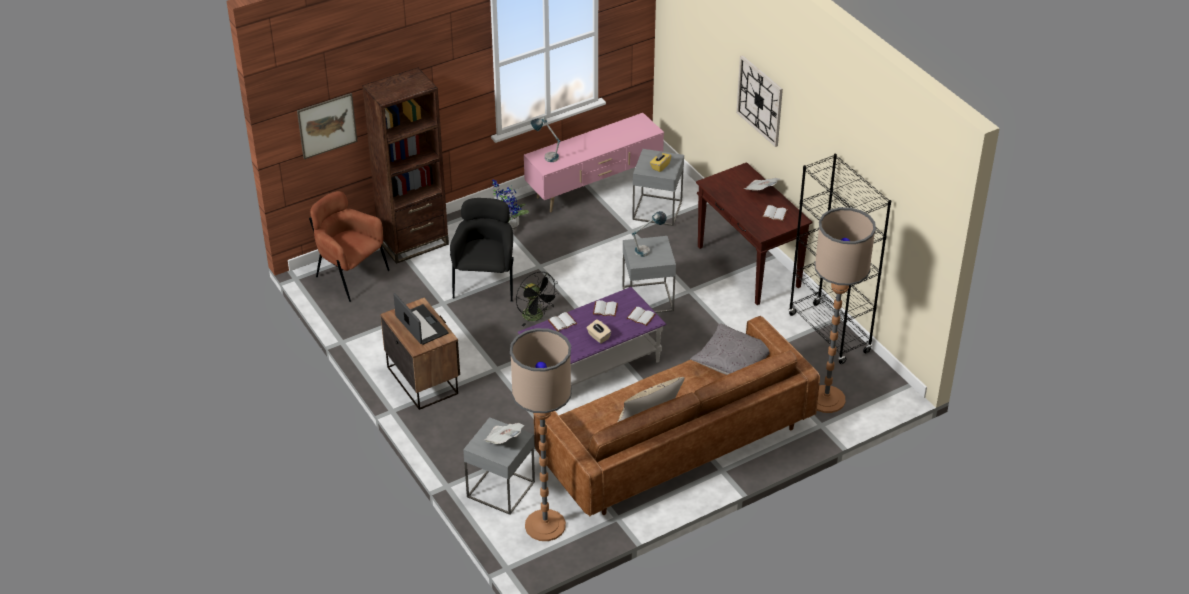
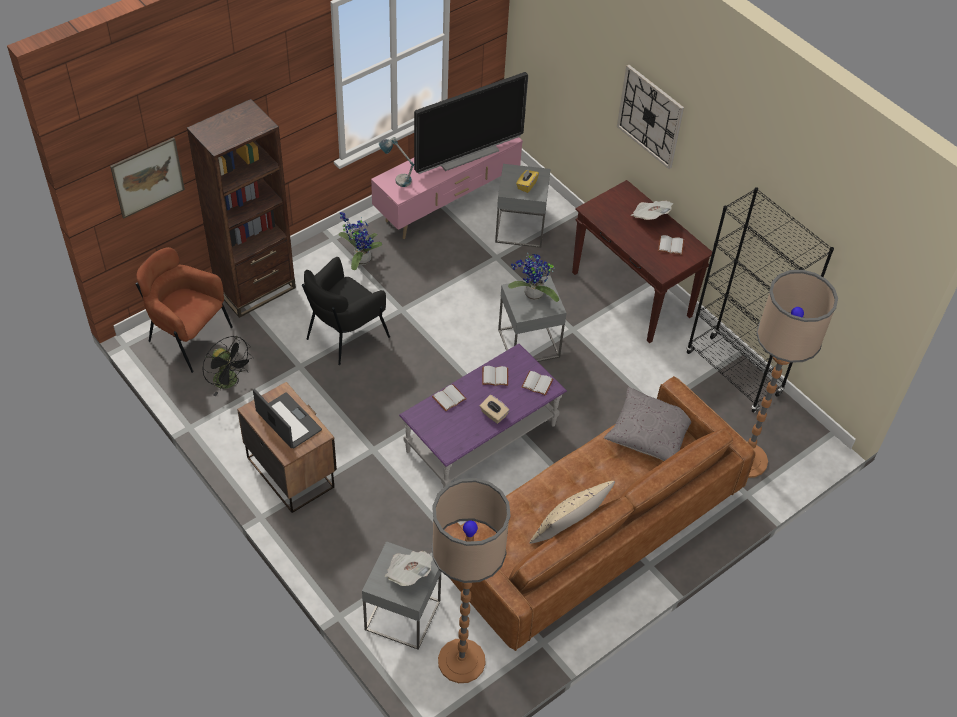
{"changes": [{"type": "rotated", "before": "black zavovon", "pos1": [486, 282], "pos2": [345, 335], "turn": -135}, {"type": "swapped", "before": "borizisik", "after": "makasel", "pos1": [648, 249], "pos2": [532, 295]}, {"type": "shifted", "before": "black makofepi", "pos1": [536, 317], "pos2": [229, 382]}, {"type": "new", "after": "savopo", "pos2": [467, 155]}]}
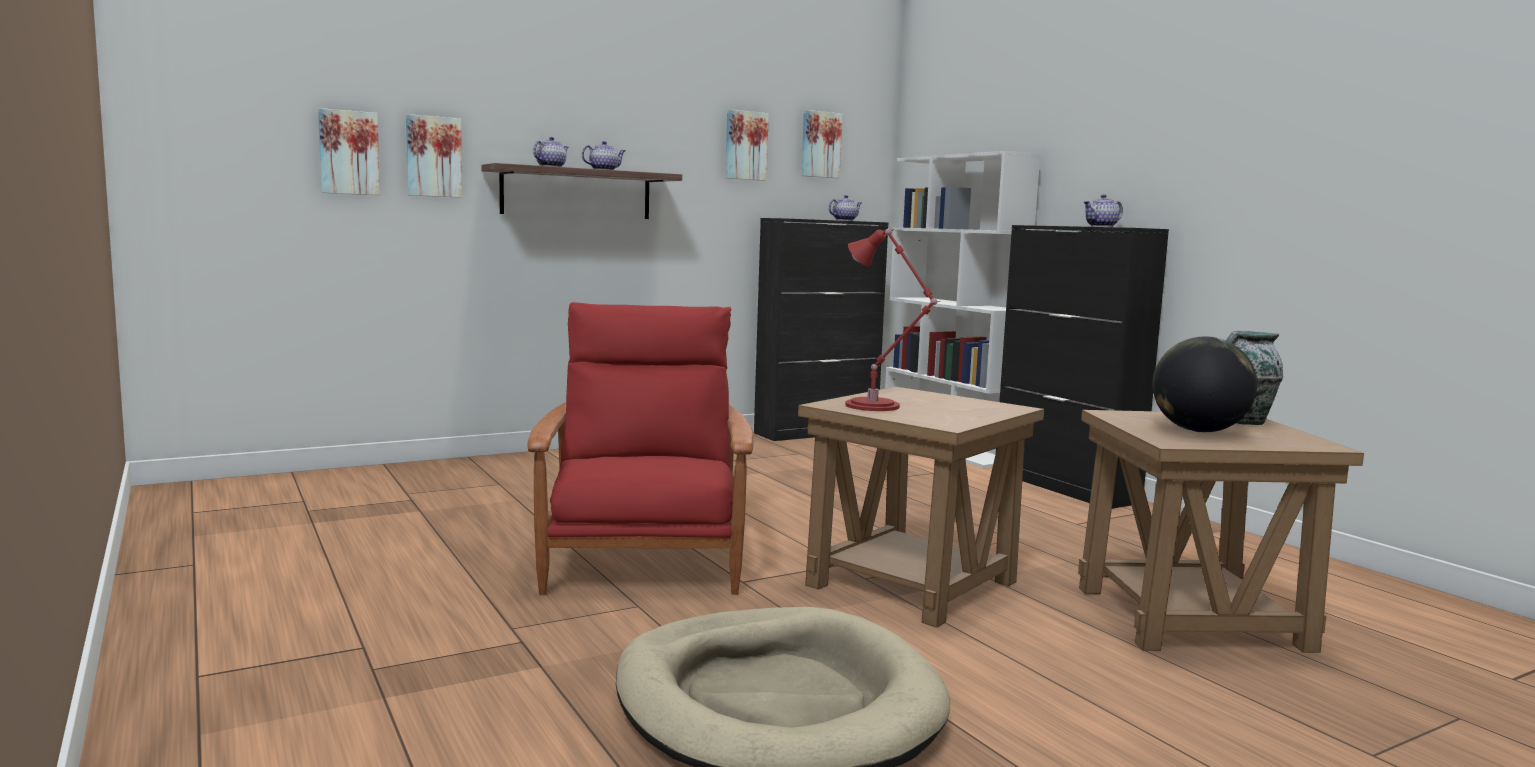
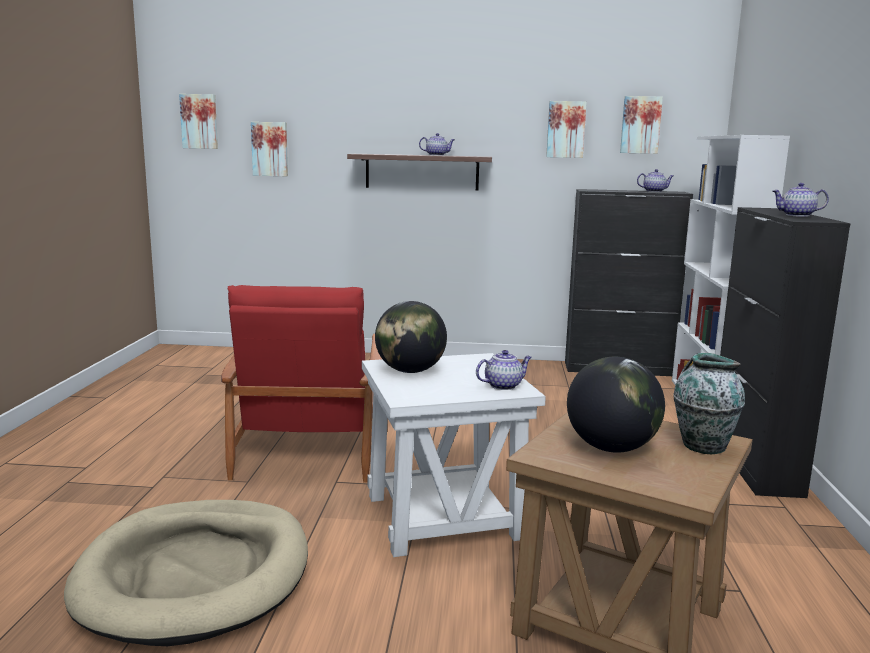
{"changes": [{"type": "shifted", "before": "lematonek", "pos1": [433, 156], "pos2": [199, 121]}, {"type": "shifted", "before": "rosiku", "pos1": [551, 167], "pos2": [503, 385]}, {"type": "swapped", "before": "red borizisik", "after": "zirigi", "pos1": [876, 406], "pos2": [410, 371]}, {"type": "rotated", "before": "red zavovon", "pos1": [643, 558], "pos2": [311, 448], "turn": 150}, {"type": "repainted", "before": "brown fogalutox", "after": "white fogalutox", "pos1": [911, 583], "pos2": [444, 516]}]}
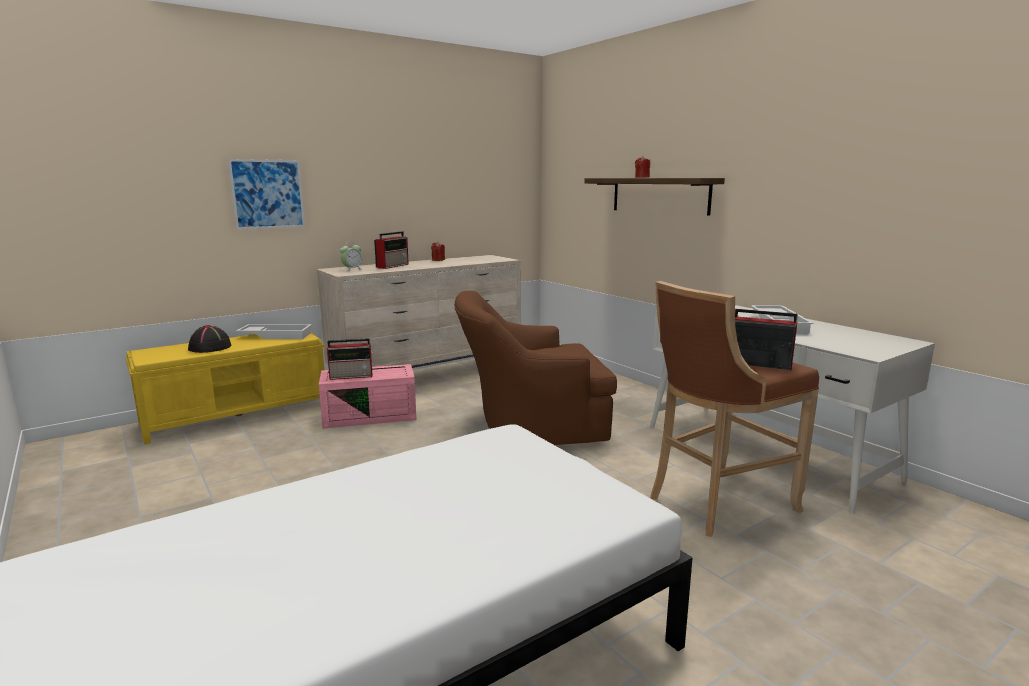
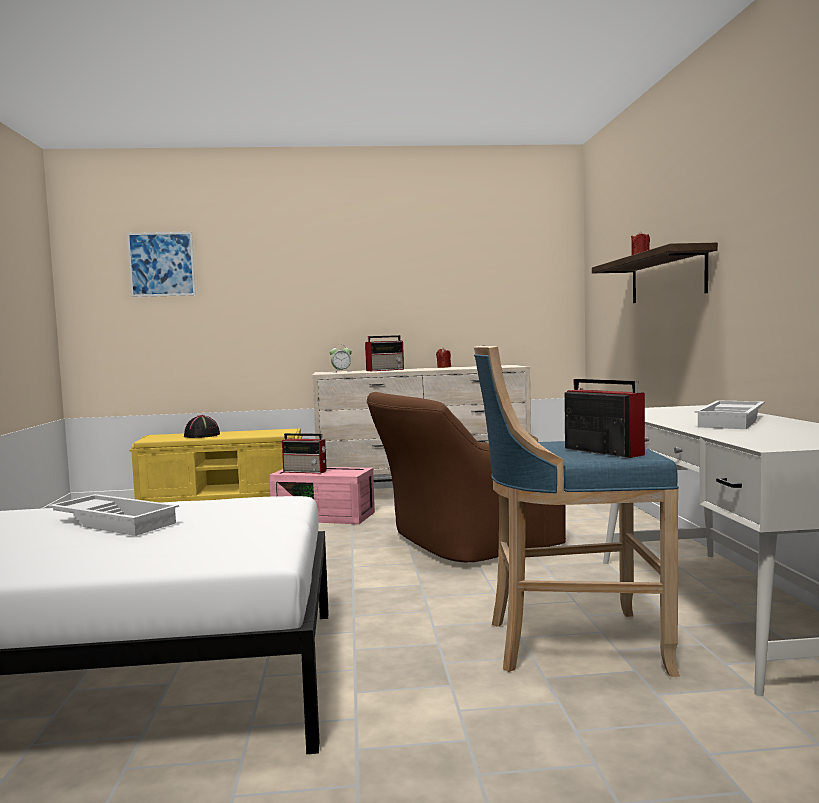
{"changes": [{"type": "shifted", "before": "lematonek", "pos1": [267, 194], "pos2": [161, 264]}, {"type": "repainted", "before": "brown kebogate", "after": "blue kebogate", "pos1": [716, 503], "pos2": [568, 644]}, {"type": "rotated", "before": "brown zavovon", "pos1": [529, 425], "pos2": [461, 543], "turn": -45}, {"type": "shifted", "before": "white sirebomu", "pos1": [276, 335], "pos2": [116, 522]}]}
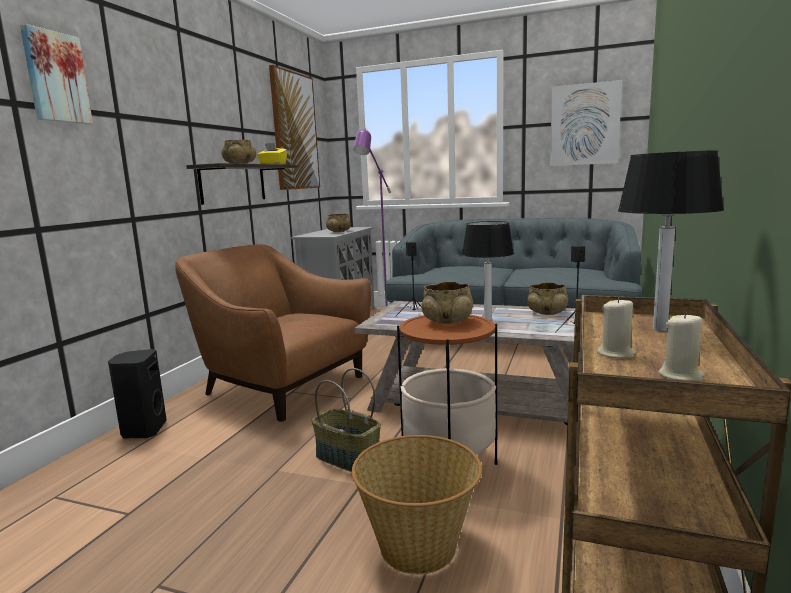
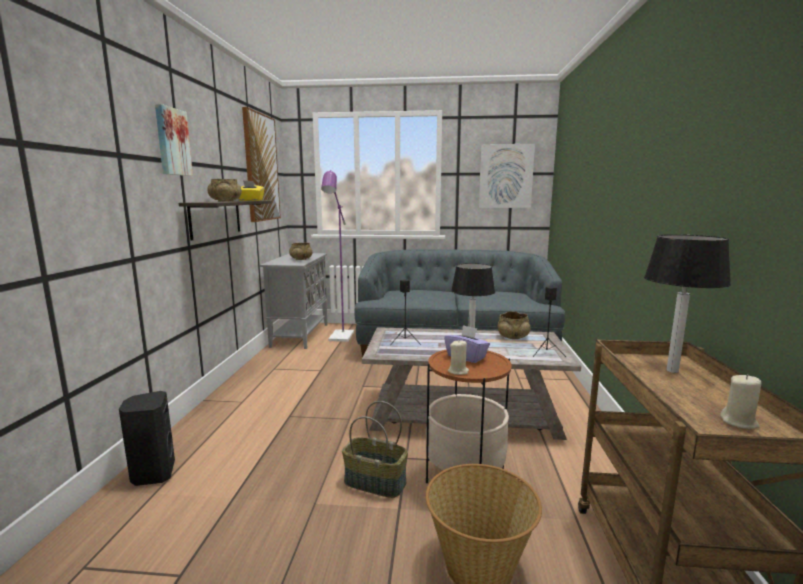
{"changes": [{"type": "shifted", "before": "lematonek", "pos1": [55, 77], "pos2": [172, 142]}, {"type": "gone", "before": "brown zavovon", "pos1": [282, 387]}, {"type": "swapped", "before": "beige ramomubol", "after": "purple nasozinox", "pos1": [447, 321], "pos2": [466, 357]}, {"type": "shifted", "before": "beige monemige", "pos1": [616, 354], "pos2": [458, 371]}]}
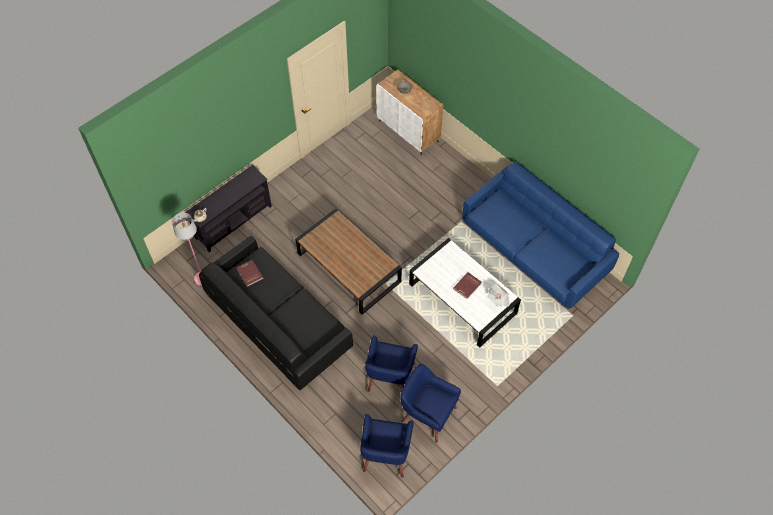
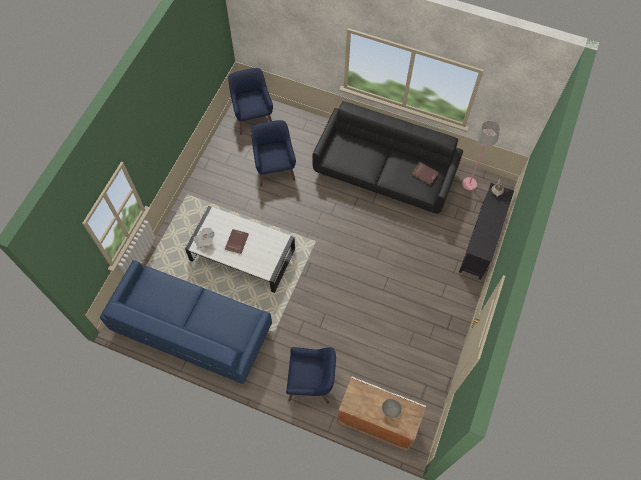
{"changes": [{"type": "gone", "before": "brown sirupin", "pos1": [348, 267]}, {"type": "shifted", "before": "blue zavovon", "pos1": [427, 414], "pos2": [311, 382]}]}
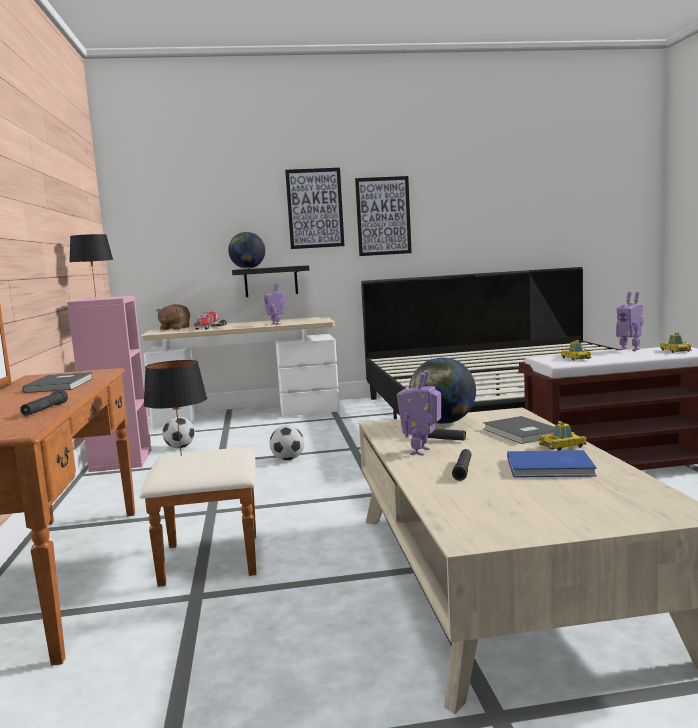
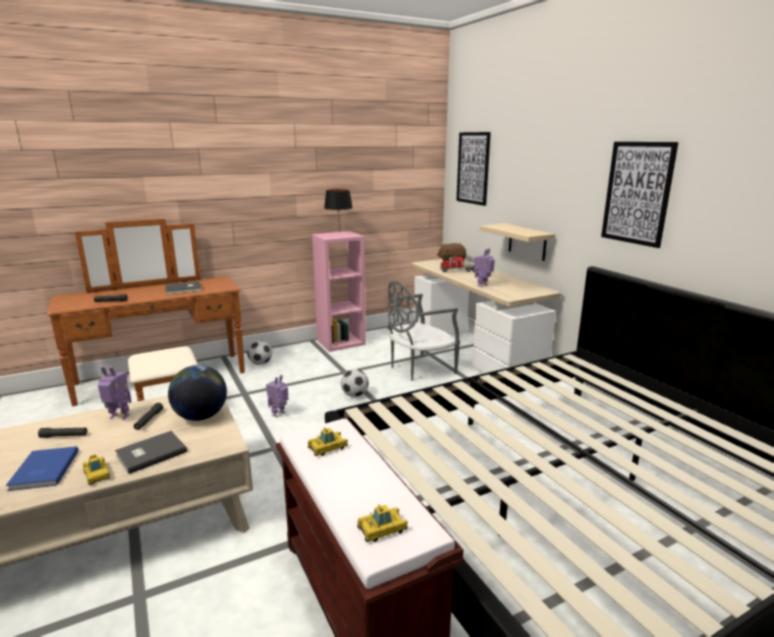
{"changes": [{"type": "shifted", "before": "lematonek", "pos1": [315, 208], "pos2": [473, 168]}, {"type": "gone", "before": "zirigi", "pos1": [248, 268]}, {"type": "repainted", "before": "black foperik", "after": "beige foperik", "pos1": [271, 281], "pos2": [527, 242]}, {"type": "shifted", "before": "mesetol", "pos1": [630, 349], "pos2": [279, 414]}, {"type": "gone", "before": "black borizisik", "pos1": [180, 455]}, {"type": "shifted", "before": "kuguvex", "pos1": [180, 447], "pos2": [260, 363]}, {"type": "new", "after": "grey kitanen", "pos2": [419, 368]}]}
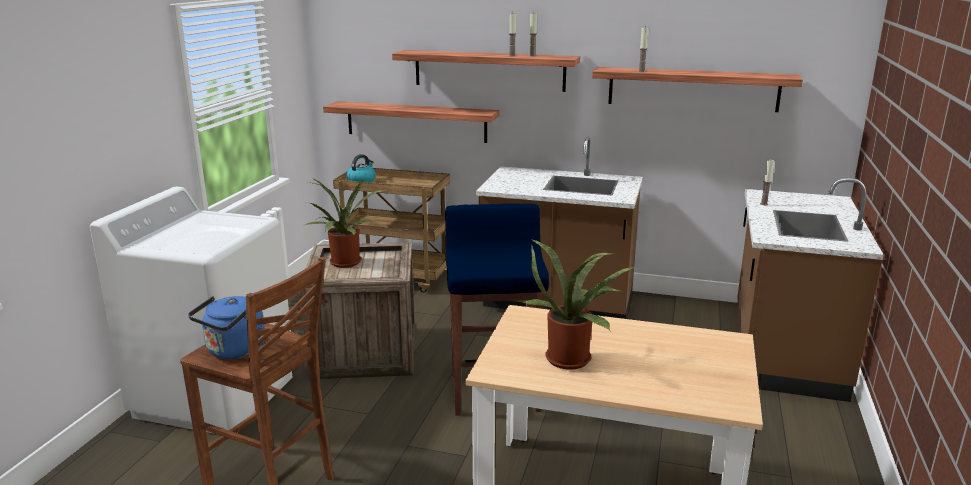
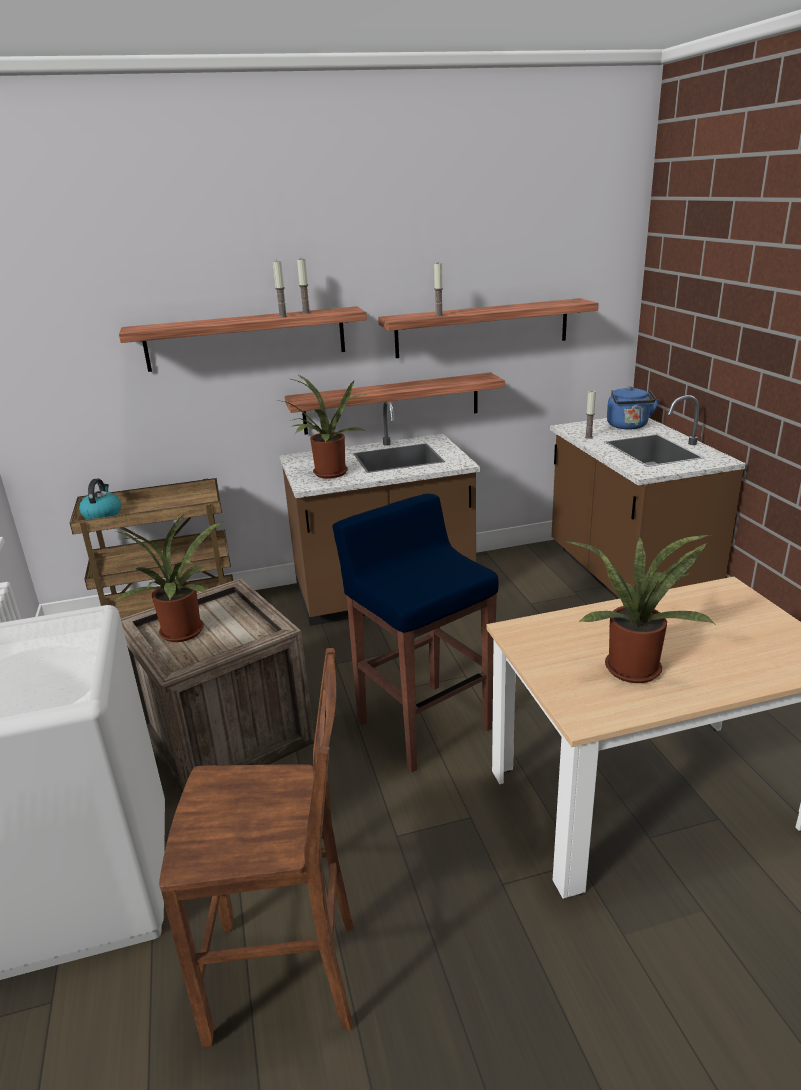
{"changes": [{"type": "shifted", "before": "foperik", "pos1": [416, 122], "pos2": [392, 403]}, {"type": "shifted", "before": "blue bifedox", "pos1": [234, 351], "pos2": [628, 426]}, {"type": "new", "after": "makasel", "pos2": [328, 474]}]}
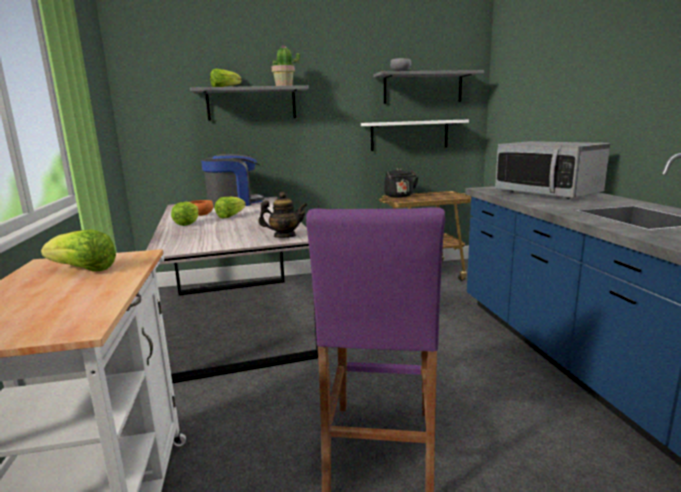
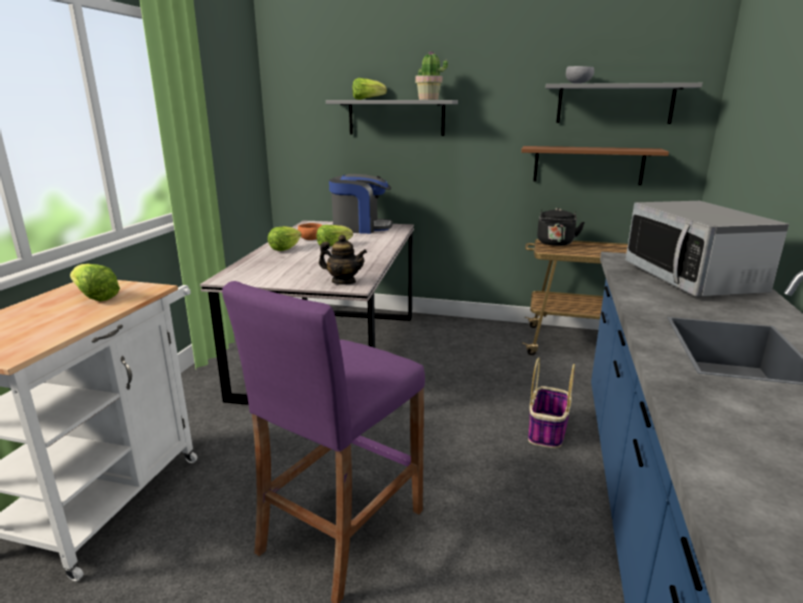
{"changes": [{"type": "repainted", "before": "white foperik", "after": "brown foperik", "pos1": [409, 135], "pos2": [588, 165]}, {"type": "new", "after": "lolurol", "pos2": [547, 432]}]}
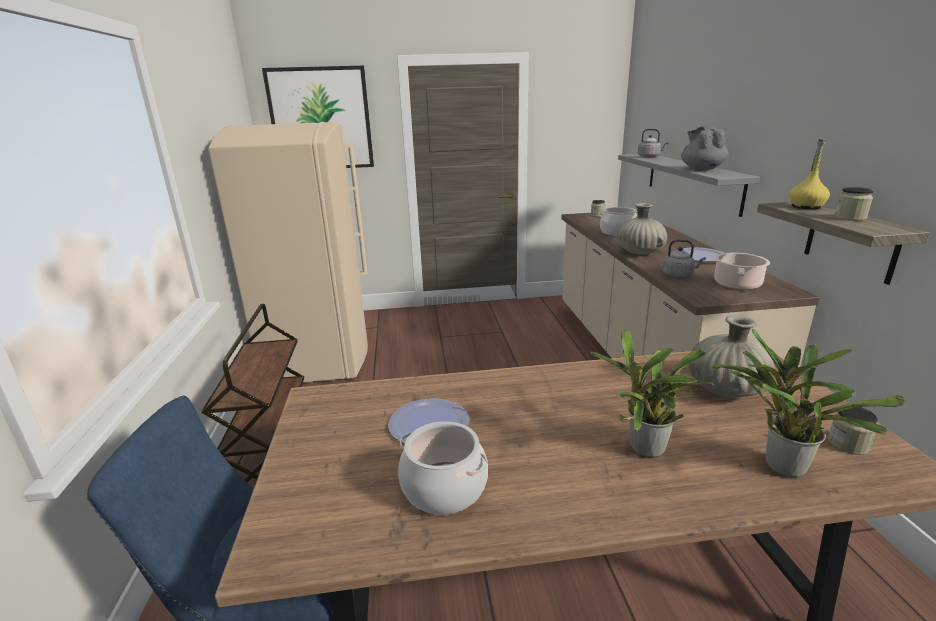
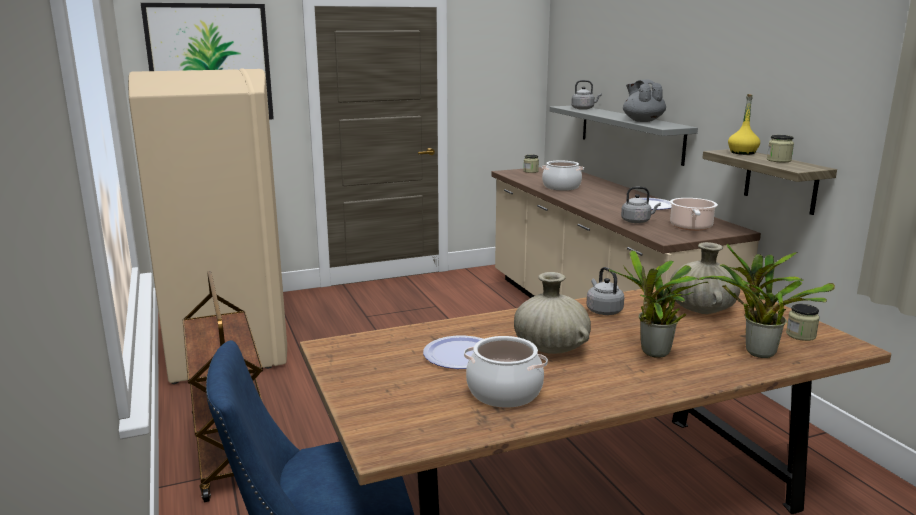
{"changes": [{"type": "shifted", "before": "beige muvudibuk", "pos1": [639, 252], "pos2": [550, 348]}, {"type": "new", "after": "grey bifedox", "pos2": [603, 310]}]}
